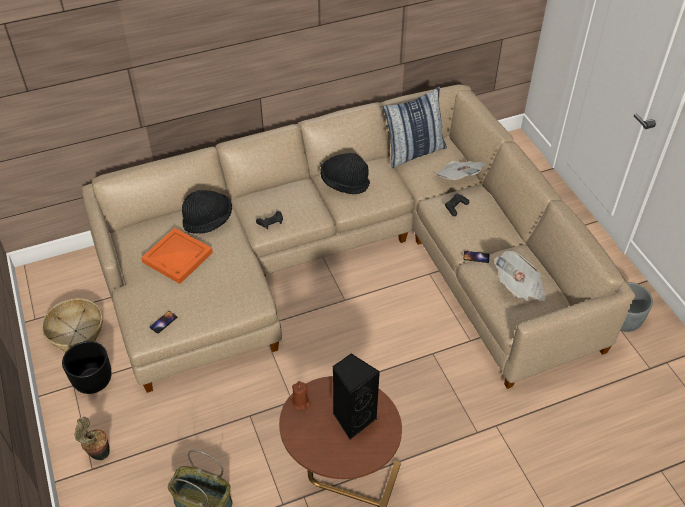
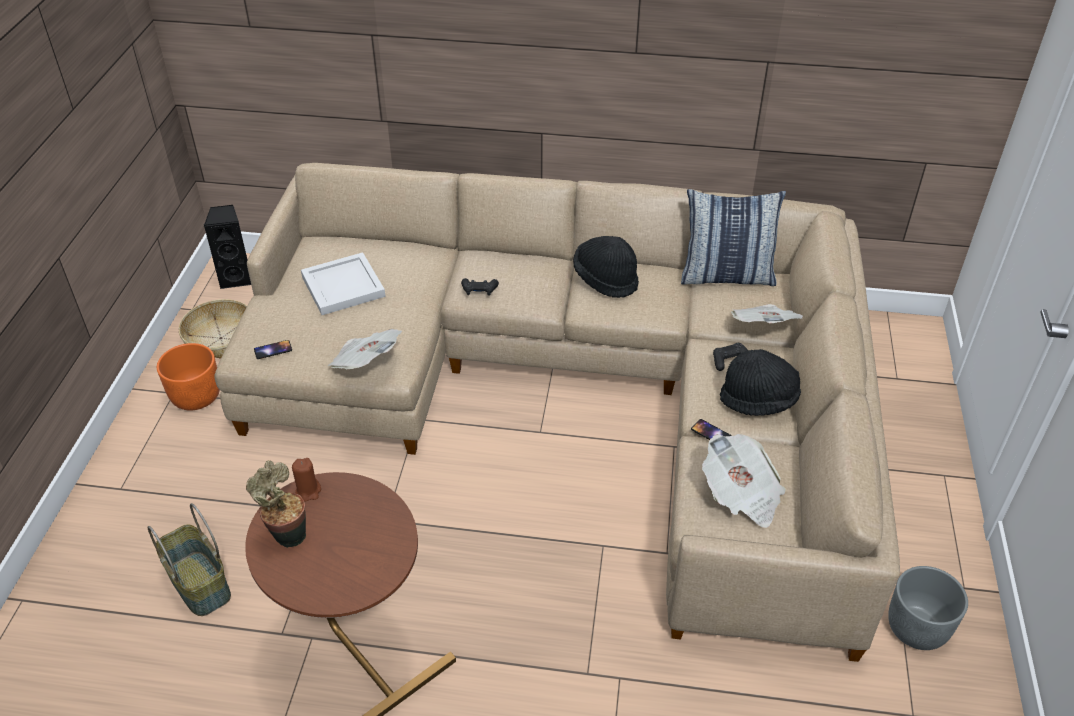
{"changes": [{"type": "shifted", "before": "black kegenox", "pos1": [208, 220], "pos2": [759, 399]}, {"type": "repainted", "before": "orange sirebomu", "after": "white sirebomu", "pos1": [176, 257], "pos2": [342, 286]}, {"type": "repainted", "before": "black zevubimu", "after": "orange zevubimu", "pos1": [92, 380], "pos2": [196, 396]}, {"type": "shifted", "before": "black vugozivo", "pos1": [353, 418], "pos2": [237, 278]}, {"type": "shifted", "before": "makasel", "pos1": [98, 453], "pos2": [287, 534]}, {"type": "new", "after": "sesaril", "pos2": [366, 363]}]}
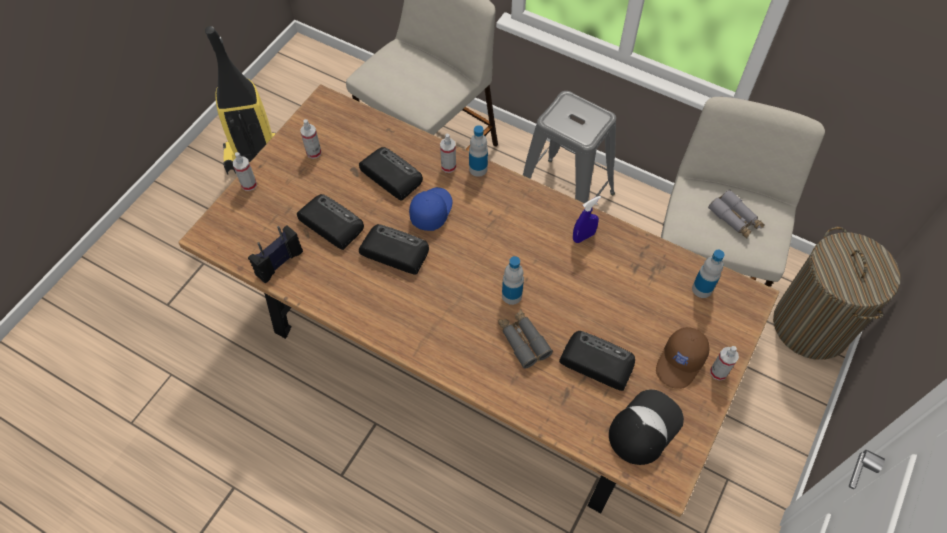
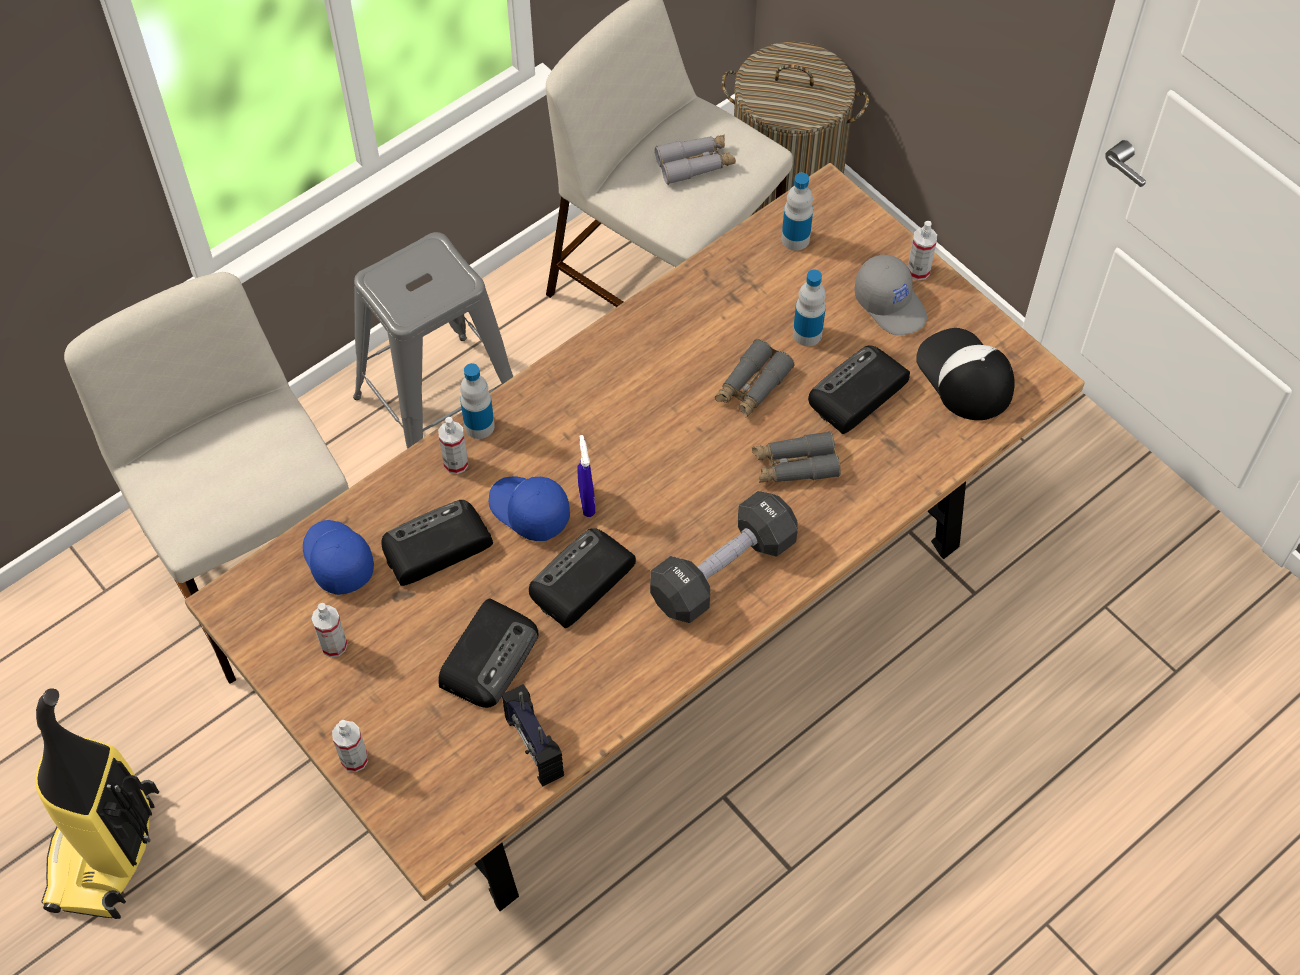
{"changes": [{"type": "rotated", "before": "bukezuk", "pos1": [330, 223], "pos2": [489, 655], "turn": 150}, {"type": "shifted", "before": "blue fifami", "pos1": [583, 237], "pos2": [587, 502]}, {"type": "shifted", "before": "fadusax", "pos1": [511, 295], "pos2": [807, 334]}, {"type": "repainted", "before": "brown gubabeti", "after": "grey gubabeti", "pos1": [681, 362], "pos2": [891, 303]}, {"type": "new", "after": "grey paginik", "pos2": [752, 386]}, {"type": "new", "after": "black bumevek", "pos2": [723, 570]}, {"type": "new", "after": "blue gubabeti", "pos2": [336, 560]}]}
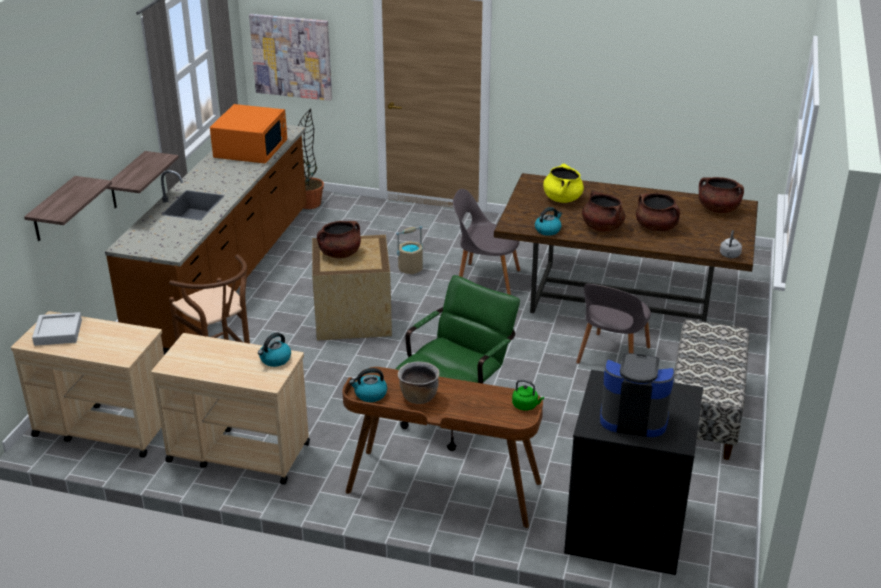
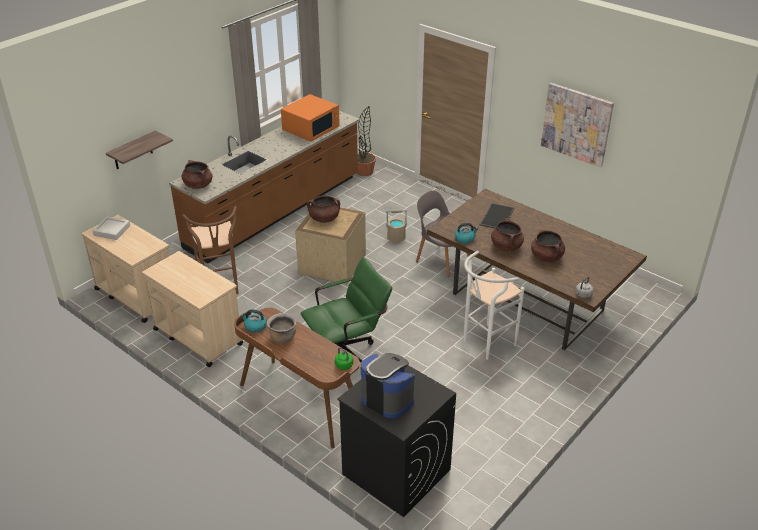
{"changes": [{"type": "shifted", "before": "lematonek", "pos1": [292, 56], "pos2": [576, 124]}, {"type": "gone", "before": "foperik", "pos1": [127, 181]}, {"type": "swapped", "before": "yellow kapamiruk", "after": "sirebomu", "pos1": [562, 198], "pos2": [496, 216]}, {"type": "shifted", "before": "brown kapamiruk", "pos1": [718, 209], "pos2": [198, 185]}, {"type": "swapped", "before": "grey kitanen", "after": "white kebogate", "pos1": [612, 357], "pos2": [485, 344]}, {"type": "gone", "before": "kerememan", "pos1": [704, 414]}, {"type": "gone", "before": "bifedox", "pos1": [275, 360]}]}
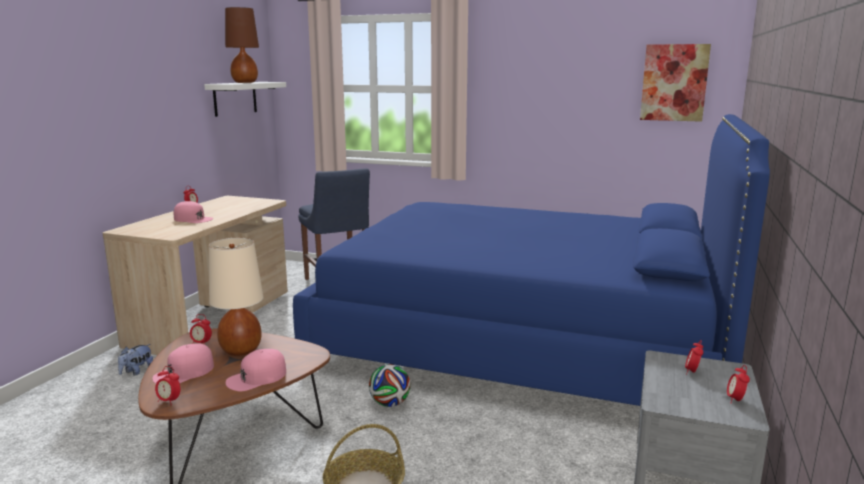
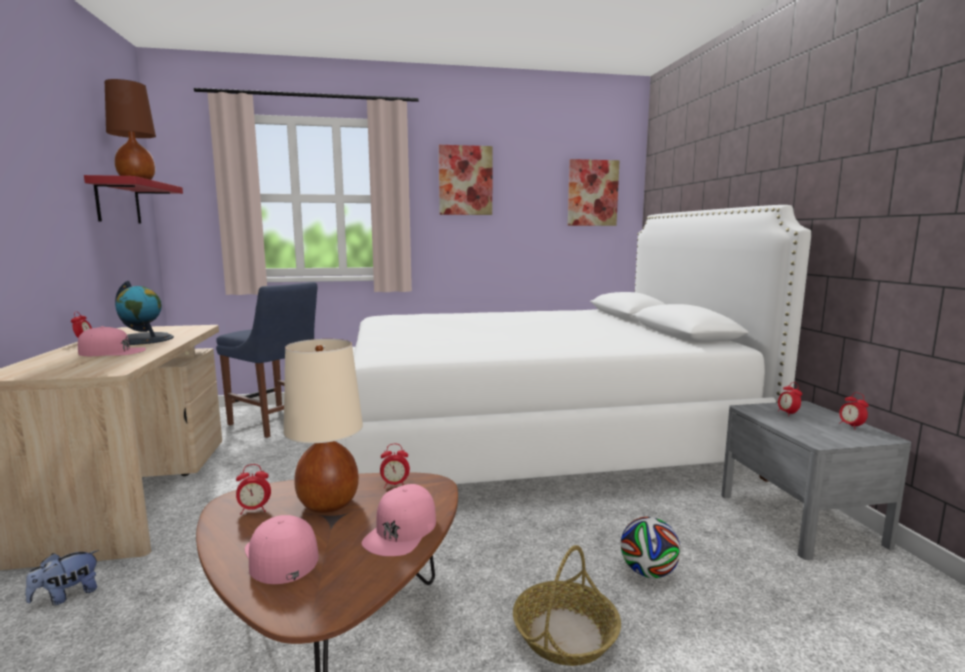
{"changes": [{"type": "repainted", "before": "white foperik", "after": "red foperik", "pos1": [235, 98], "pos2": [118, 202]}, {"type": "repainted", "before": "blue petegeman", "after": "white petegeman", "pos1": [523, 342], "pos2": [530, 438]}, {"type": "rotated", "before": "pink gubabeti", "pos1": [184, 372], "pos2": [280, 555], "turn": 135}, {"type": "rotated", "before": "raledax", "pos1": [137, 371], "pos2": [67, 596], "turn": 45}, {"type": "shifted", "before": "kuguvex", "pos1": [390, 403], "pos2": [648, 572]}, {"type": "shifted", "before": "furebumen", "pos1": [169, 401], "pos2": [395, 485]}, {"type": "new", "after": "lematonek", "pos2": [465, 180]}, {"type": "new", "after": "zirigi", "pos2": [143, 339]}]}
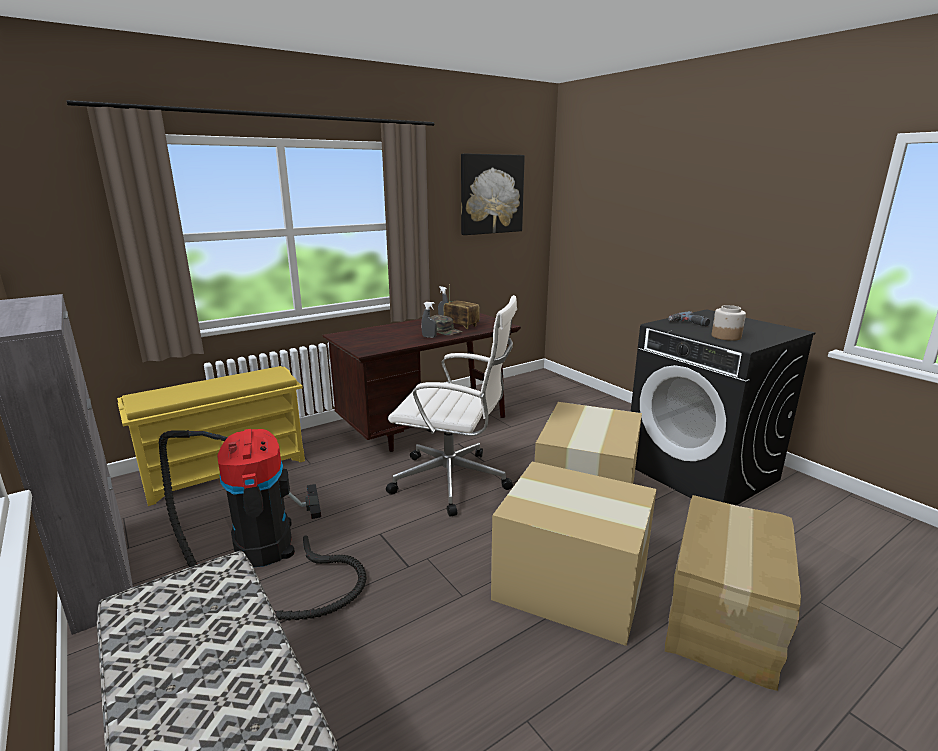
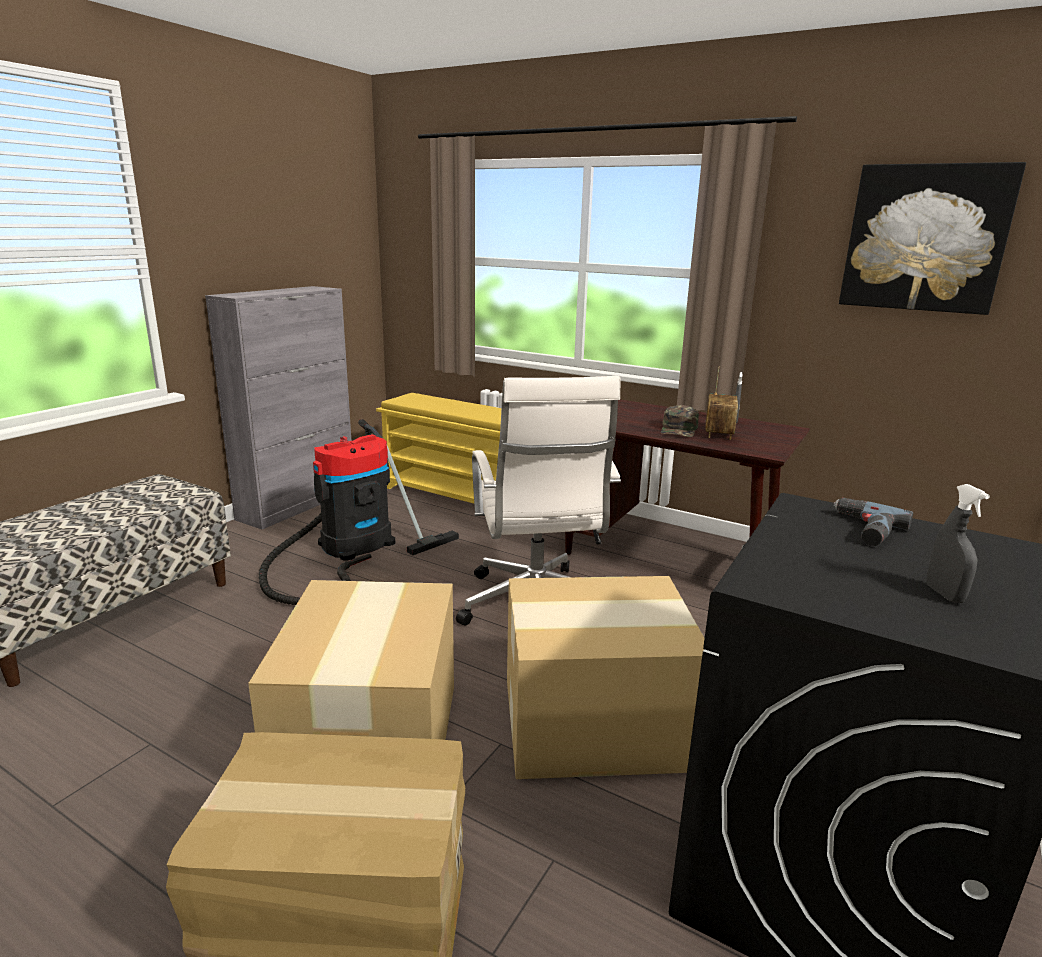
{"changes": [{"type": "shifted", "before": "grey fifami", "pos1": [429, 337], "pos2": [944, 594]}, {"type": "gone", "before": "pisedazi", "pos1": [726, 336]}]}
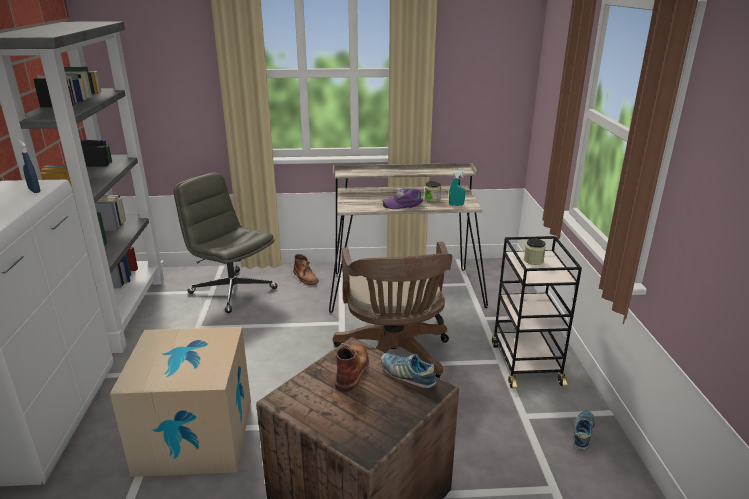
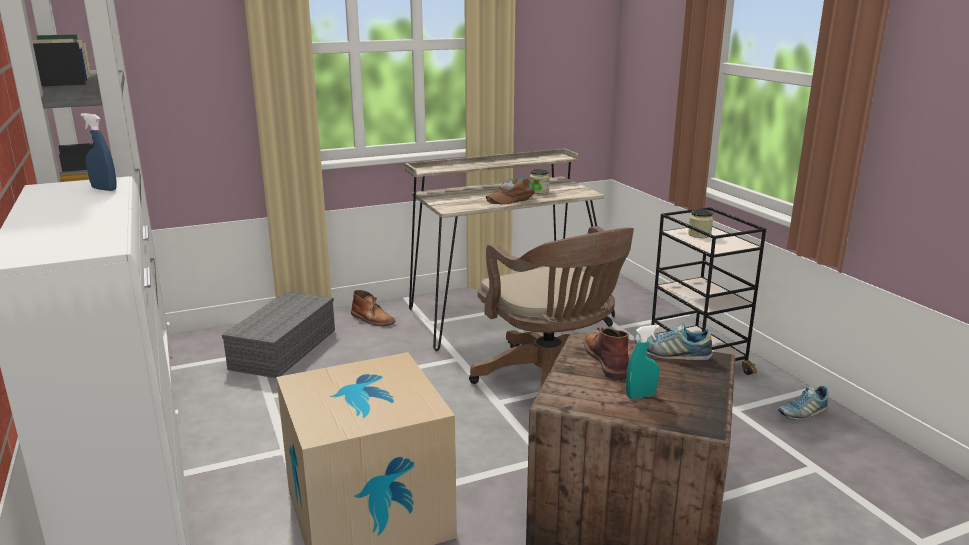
{"changes": [{"type": "shifted", "before": "turquoise fifami", "pos1": [456, 205], "pos2": [641, 396]}, {"type": "swapped", "before": "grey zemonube", "after": "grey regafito", "pos1": [232, 290], "pos2": [284, 348]}, {"type": "repainted", "before": "purple gubabeti", "after": "brown gubabeti", "pos1": [403, 203], "pos2": [510, 198]}, {"type": "rotated", "before": "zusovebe", "pos1": [582, 433], "pos2": [802, 413], "turn": -120}]}
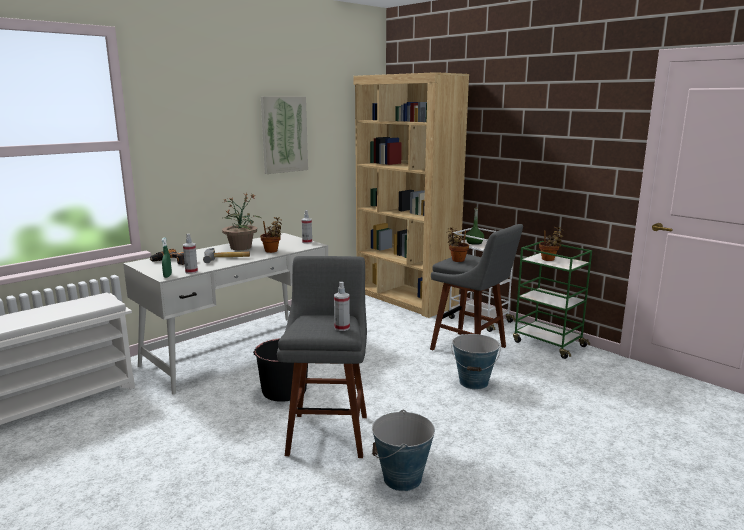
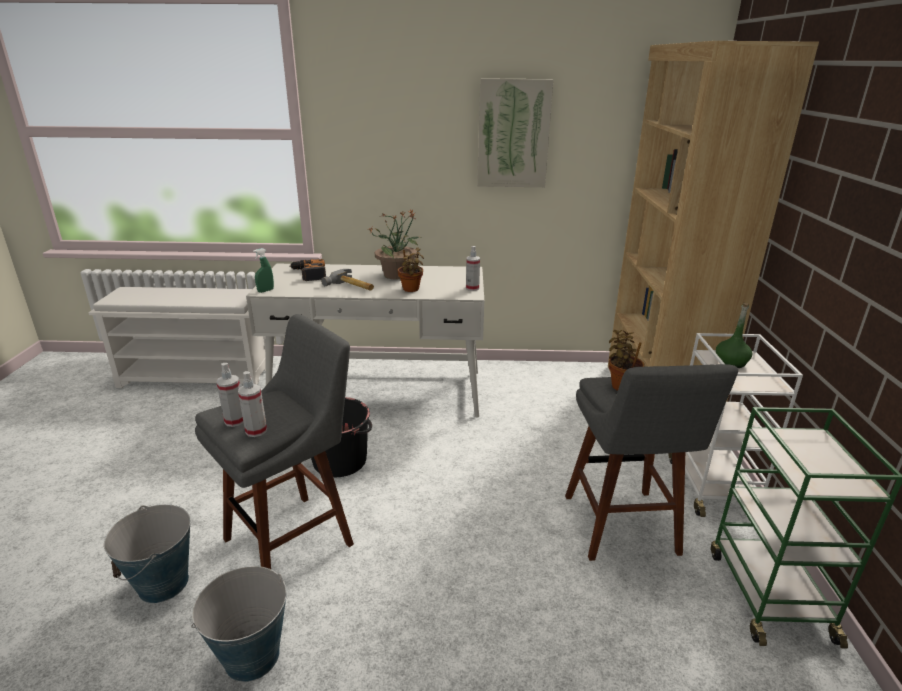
{"changes": [{"type": "gone", "before": "makasel", "pos1": [549, 259]}, {"type": "shifted", "before": "fifami", "pos1": [191, 271], "pos2": [235, 421]}, {"type": "shifted", "before": "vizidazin", "pos1": [474, 382], "pos2": [163, 584]}]}
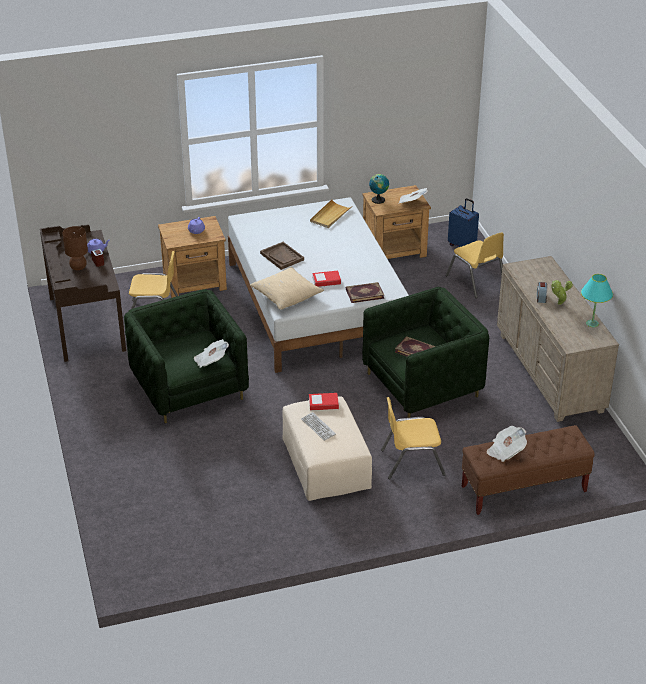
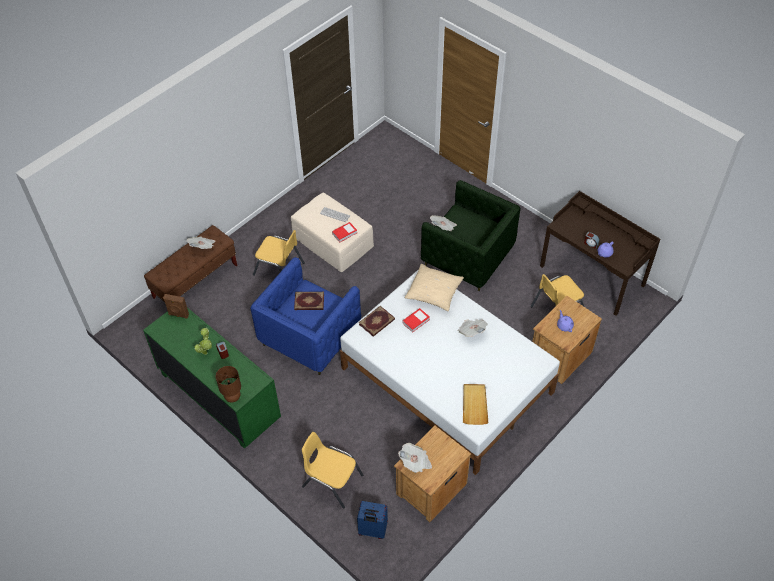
{"changes": [{"type": "gone", "before": "zirigi", "pos1": [378, 199]}, {"type": "shifted", "before": "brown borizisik", "pos1": [78, 267], "pos2": [232, 397]}, {"type": "swapped", "before": "brown sirebomu", "after": "sesaril", "pos1": [282, 257], "pos2": [471, 331]}, {"type": "repainted", "before": "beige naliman", "after": "green naliman", "pos1": [549, 373], "pos2": [219, 396]}, {"type": "gone", "before": "turquoise borizisik", "pos1": [592, 323]}, {"type": "repainted", "before": "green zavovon", "after": "blue zavovon", "pos1": [422, 385], "pos2": [310, 336]}, {"type": "rotated", "before": "yellow kitanen", "pos1": [412, 462], "pos2": [279, 269], "turn": 60}, {"type": "new", "after": "brown vugozivo", "pos2": [178, 315]}]}
